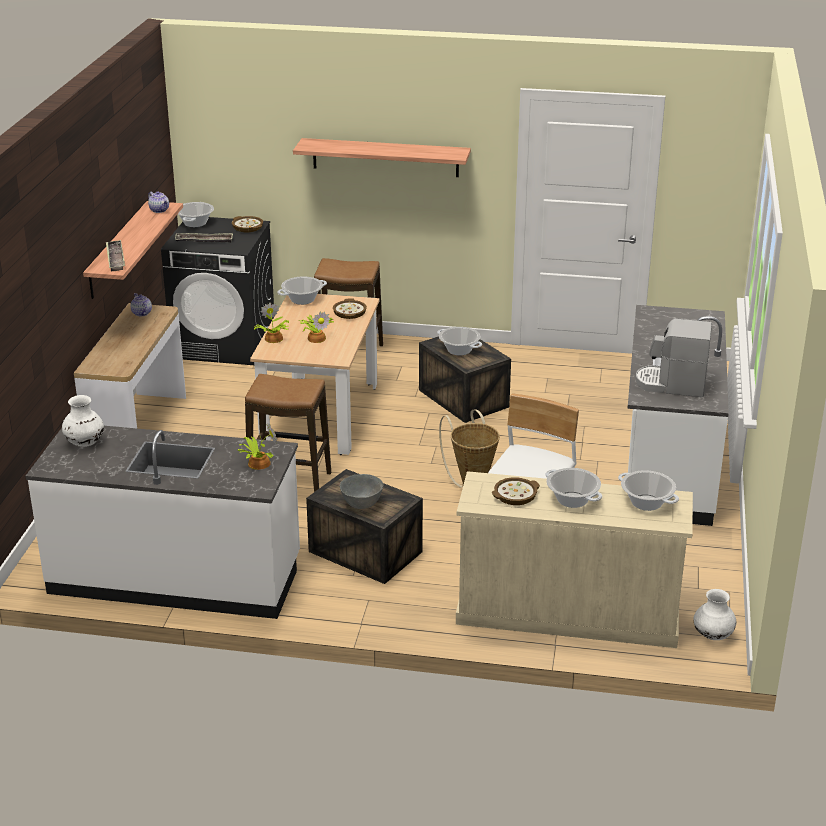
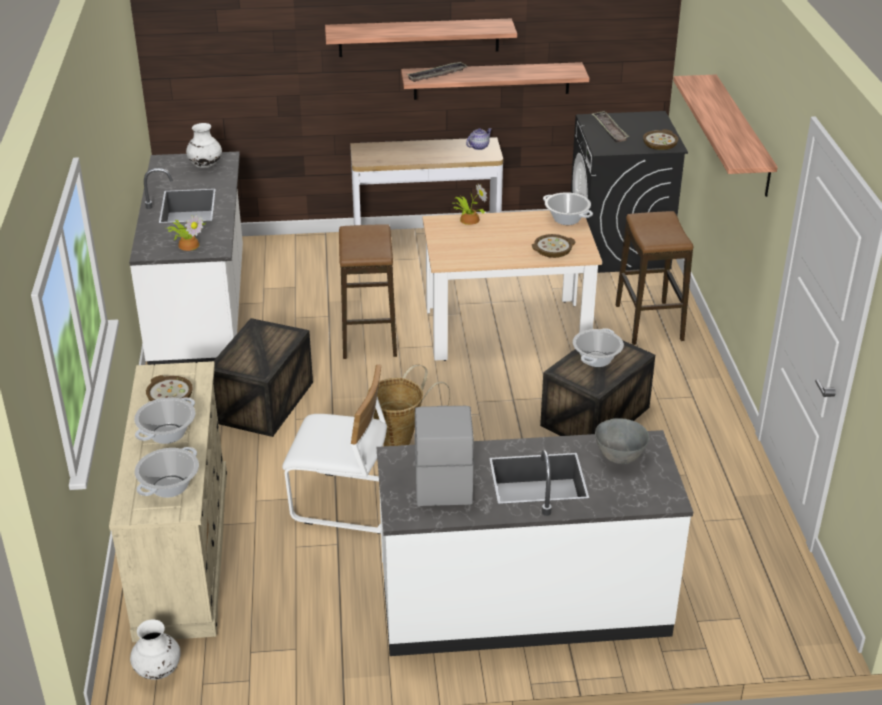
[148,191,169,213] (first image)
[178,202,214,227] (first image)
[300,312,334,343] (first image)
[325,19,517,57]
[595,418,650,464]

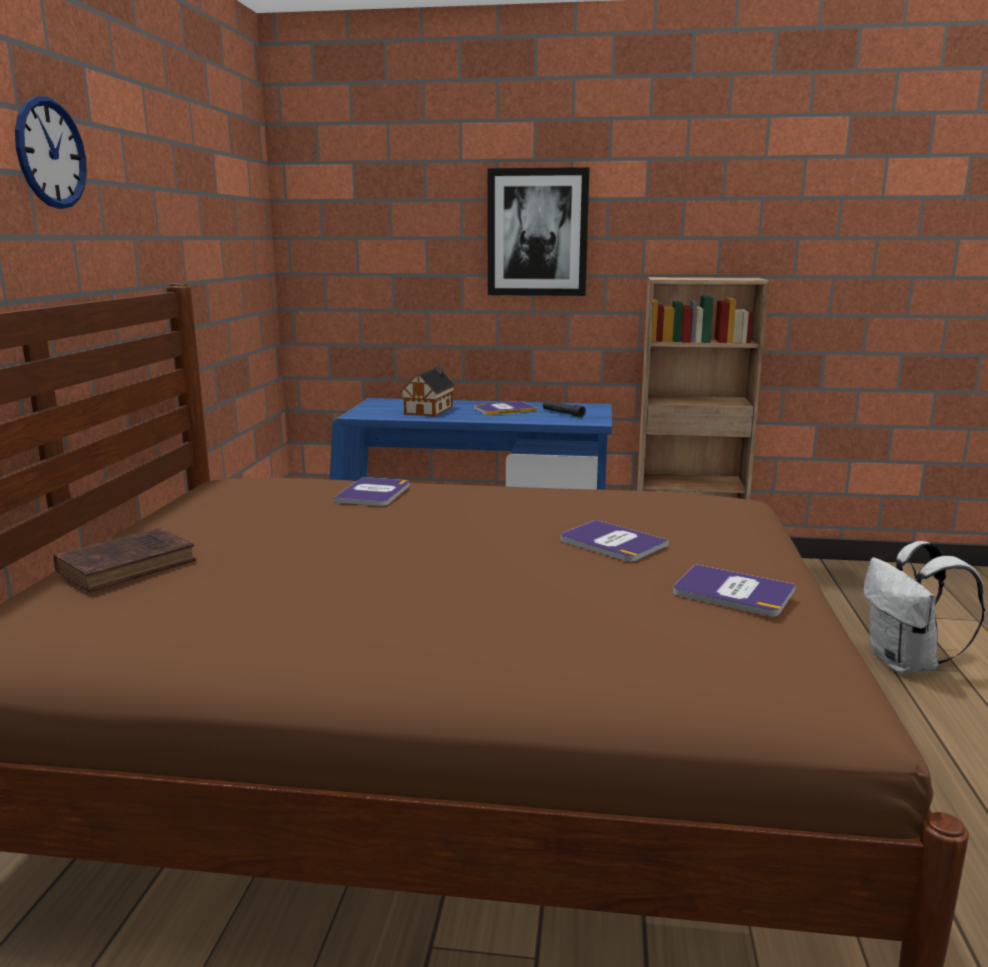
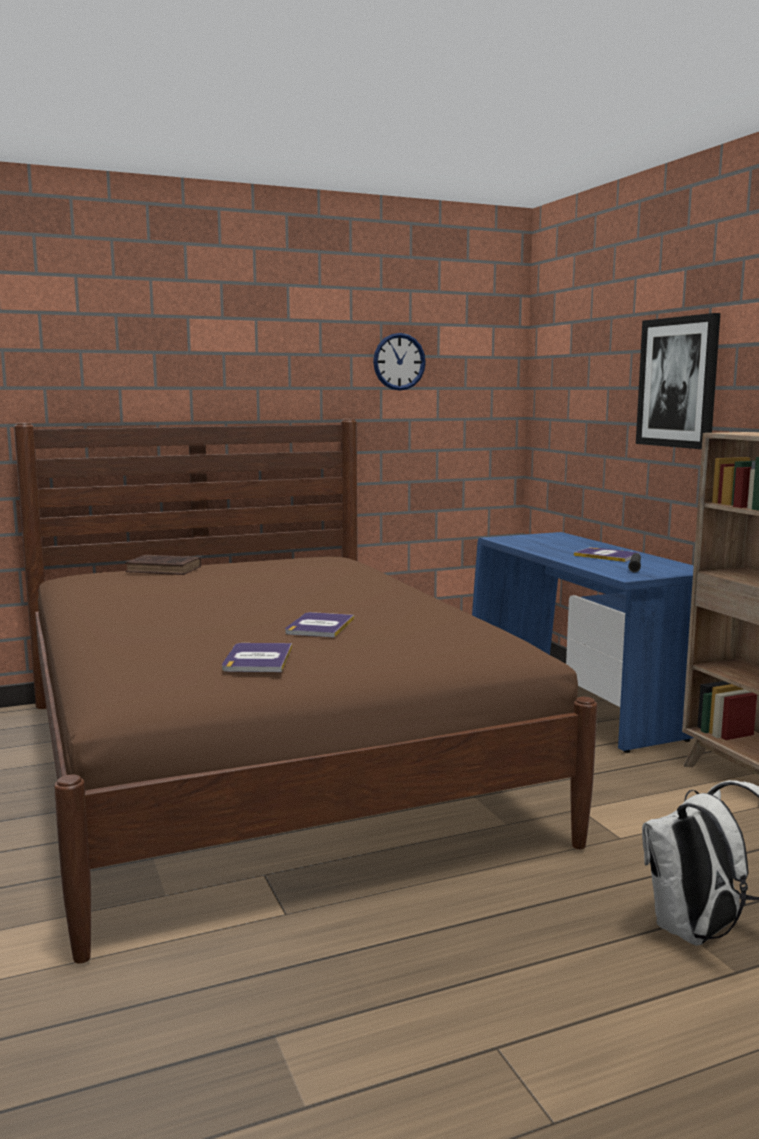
[333,477,410,506] (first image)
[400,364,456,416] (first image)
[373,333,426,391]

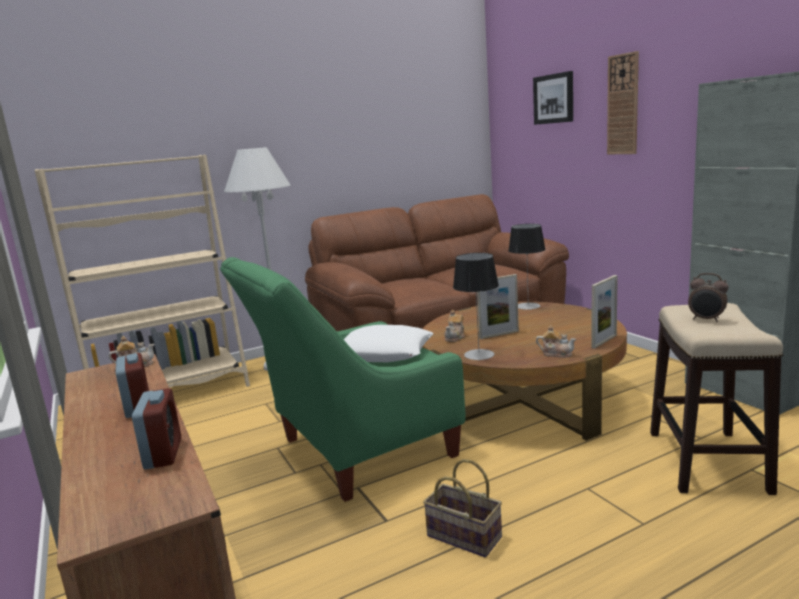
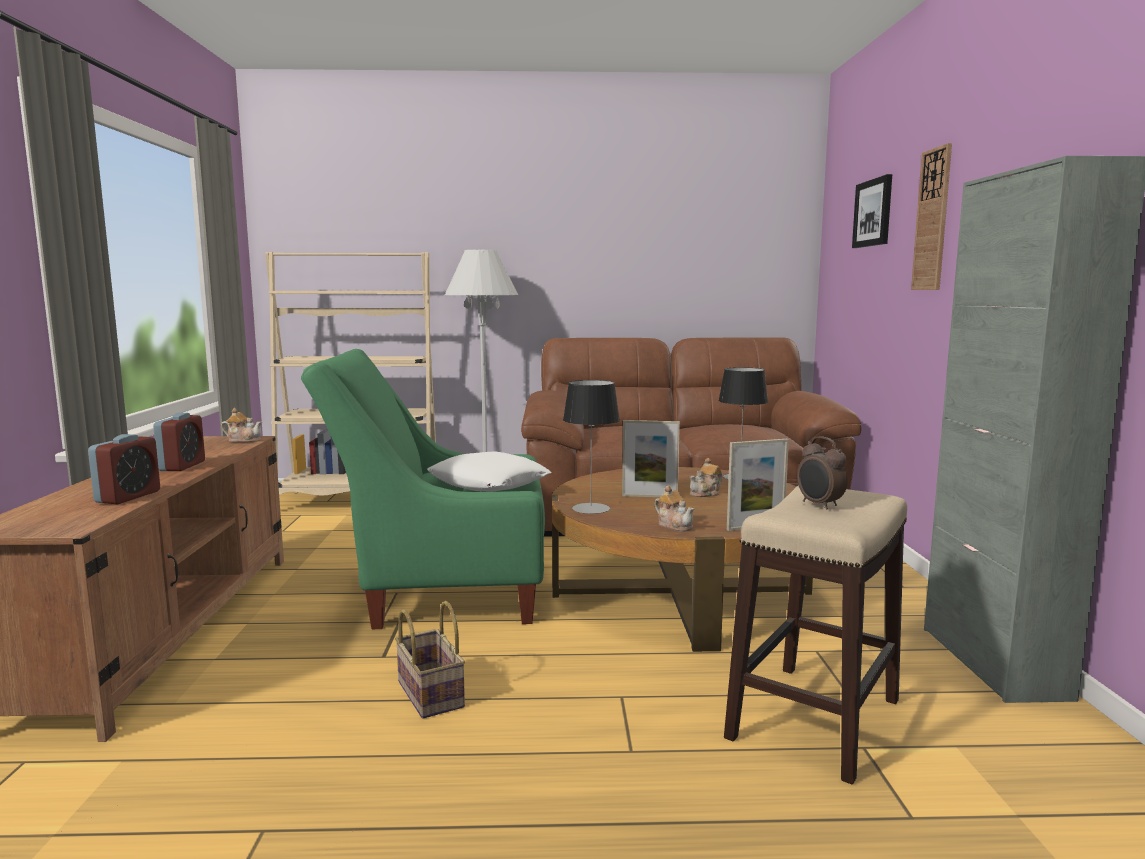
[689,458,723,497]

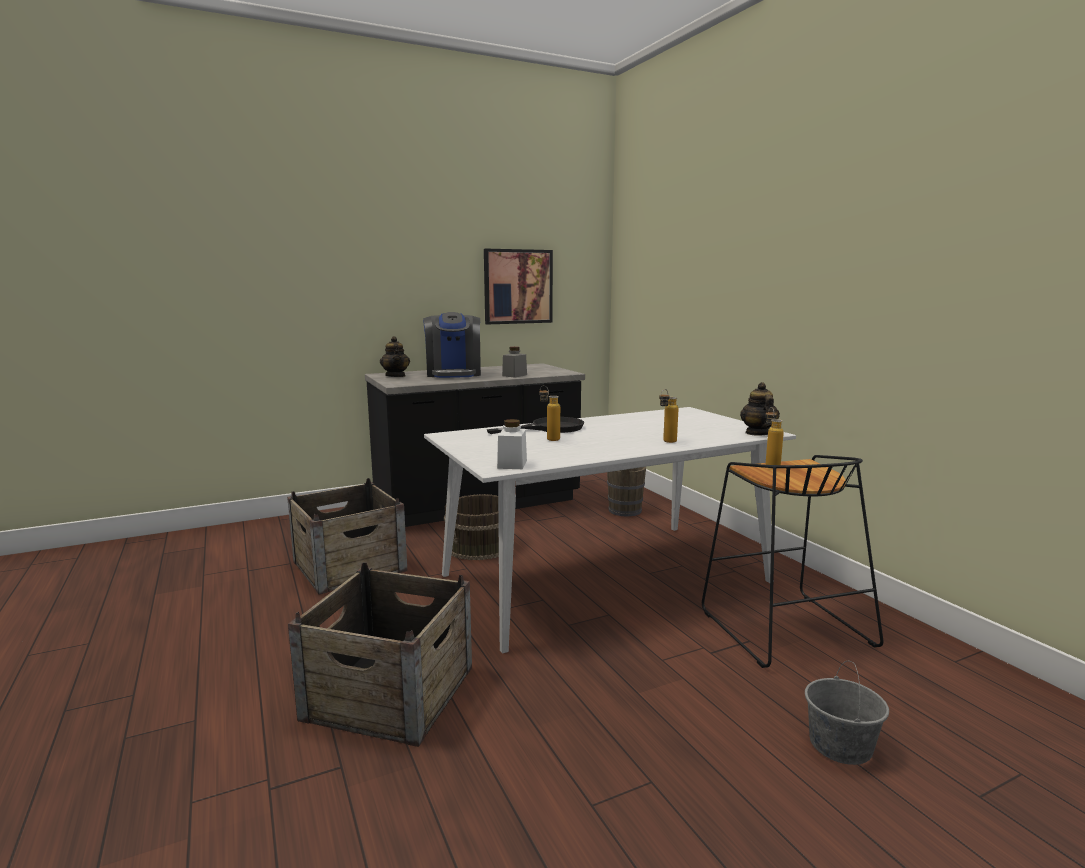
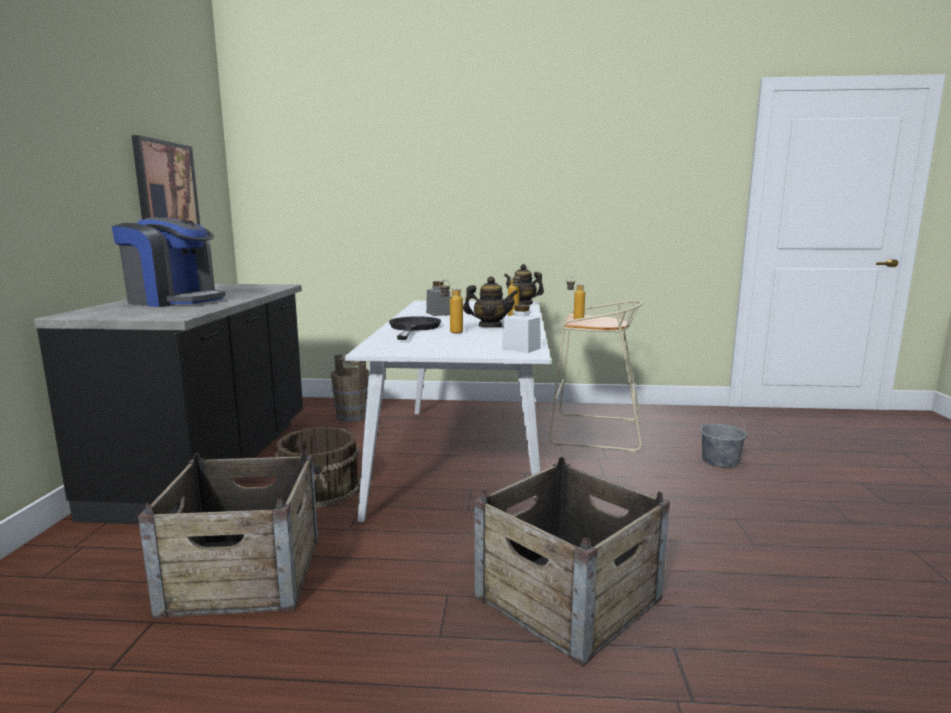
[463,276,518,328]
[426,281,450,316]
[549,301,643,453]

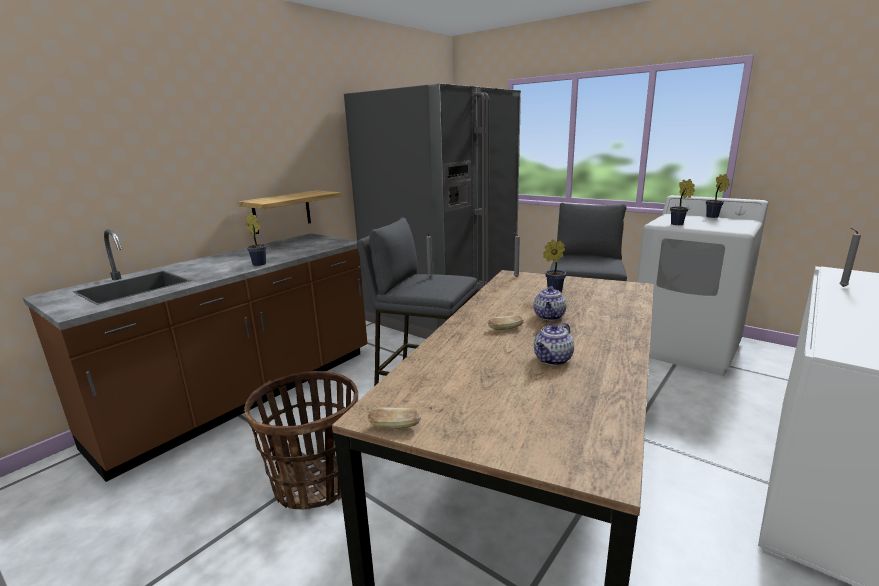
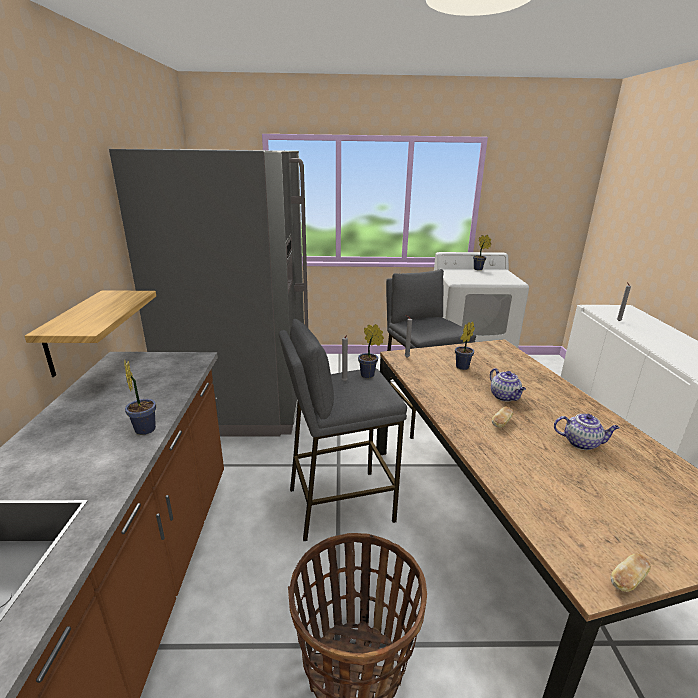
[358,324,384,378]
[554,414,620,450]

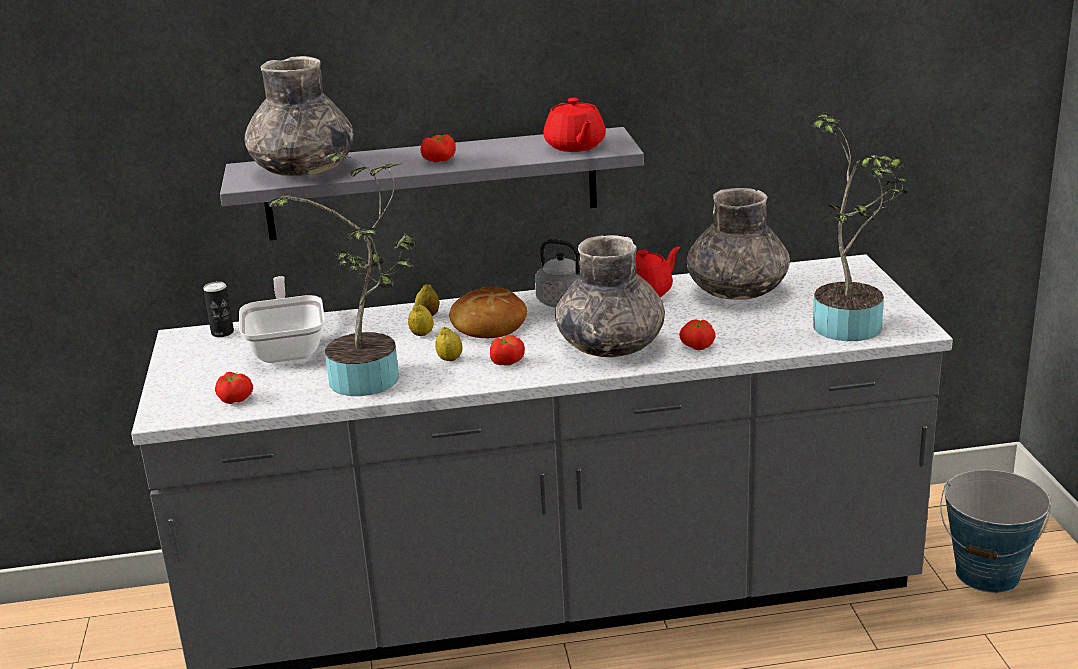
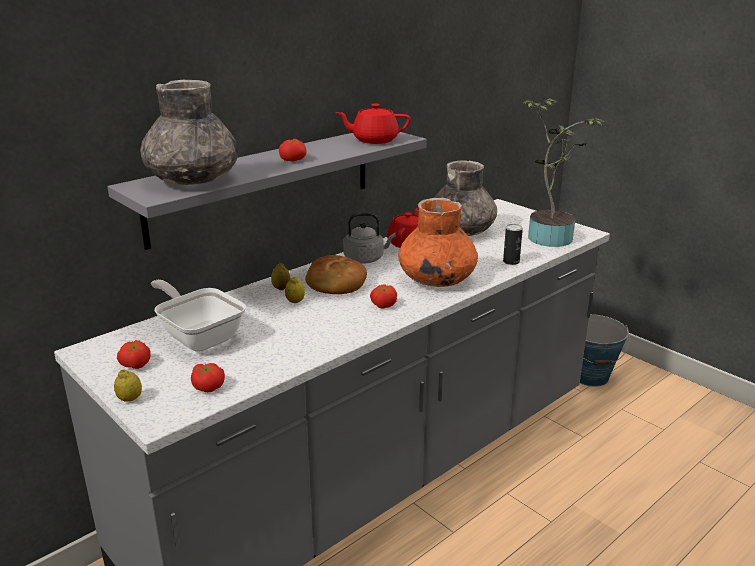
[268,152,416,396] (first image)
[503,224,523,265]
[114,370,142,402]
[117,340,151,369]
[398,198,478,287]
[335,103,411,144]

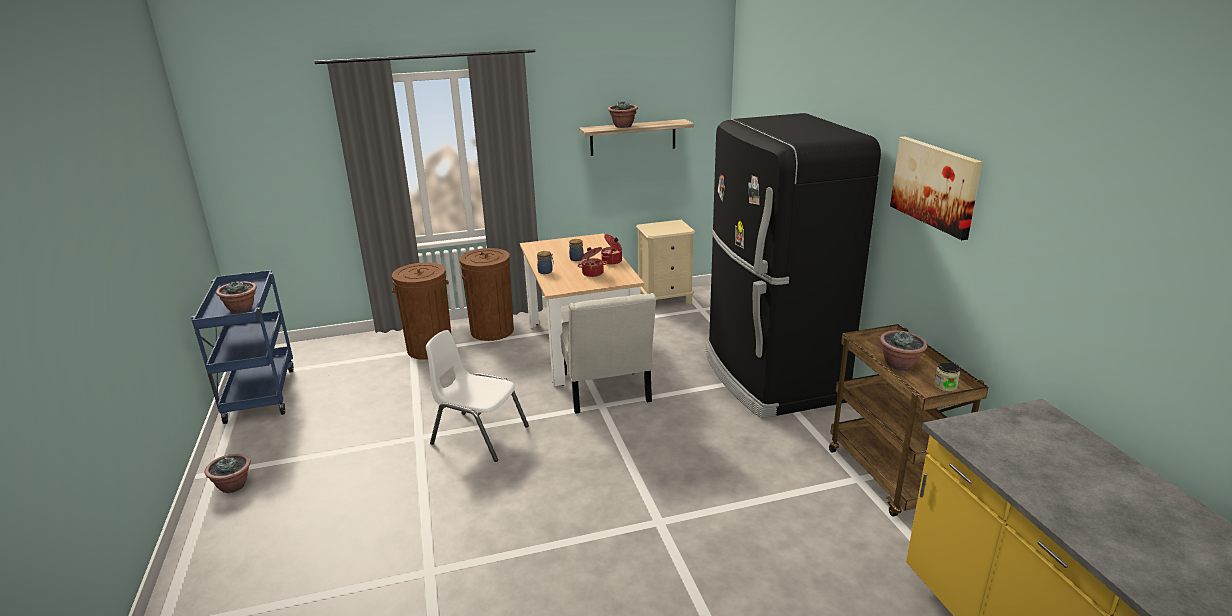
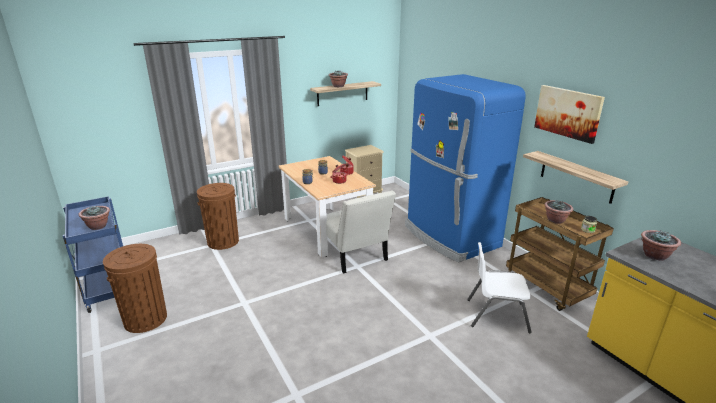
[523,151,628,204]
[641,230,681,261]
[467,242,532,333]
[103,244,167,333]
[405,74,526,262]

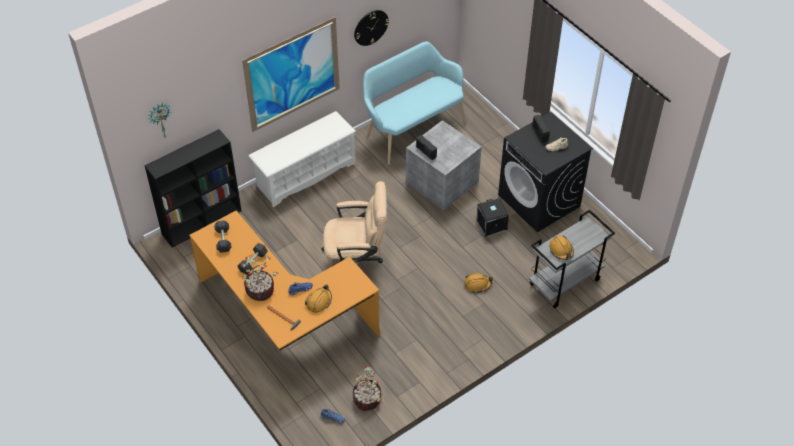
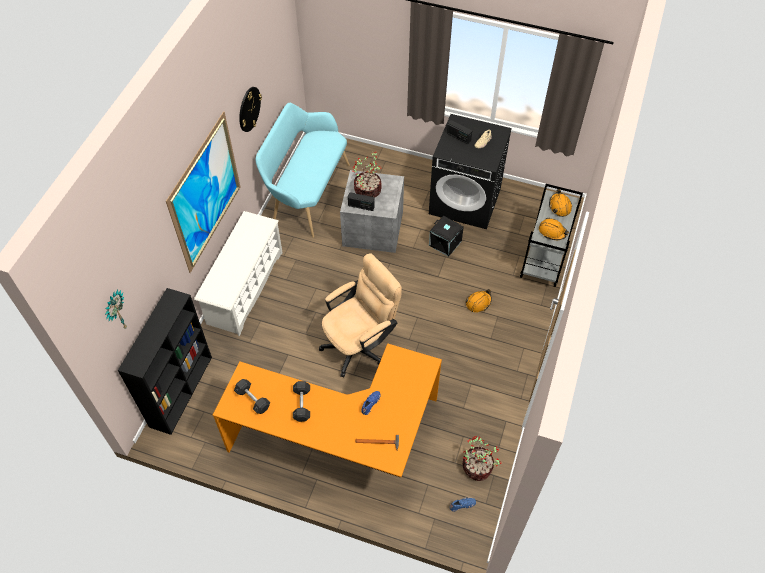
[352,153,382,198]
[549,189,572,217]

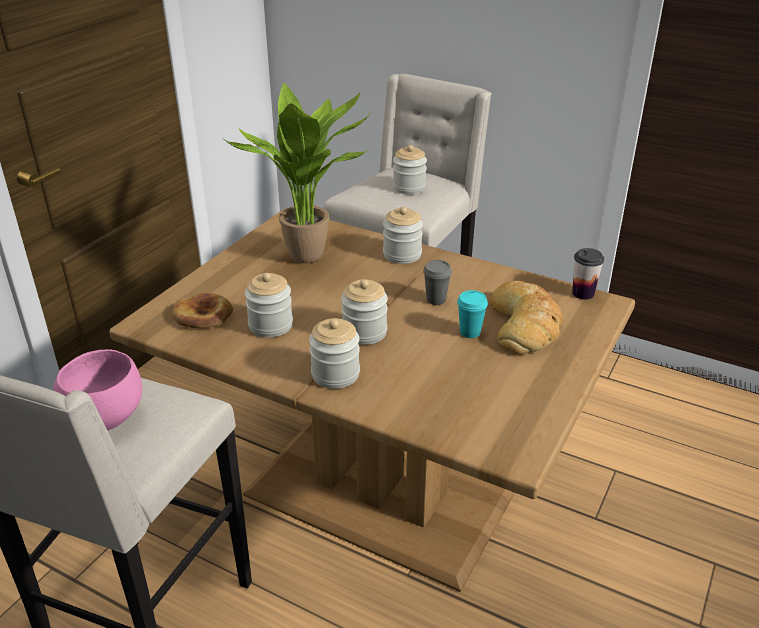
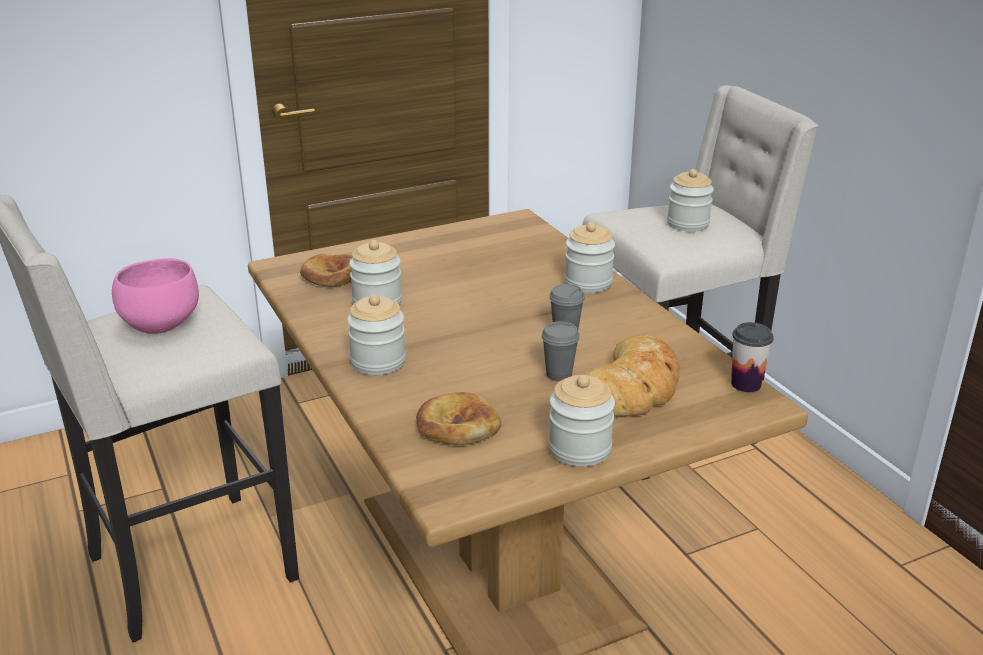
[225,83,371,263] (first image)
[416,392,502,445]
[548,375,615,467]
[541,321,580,381]

